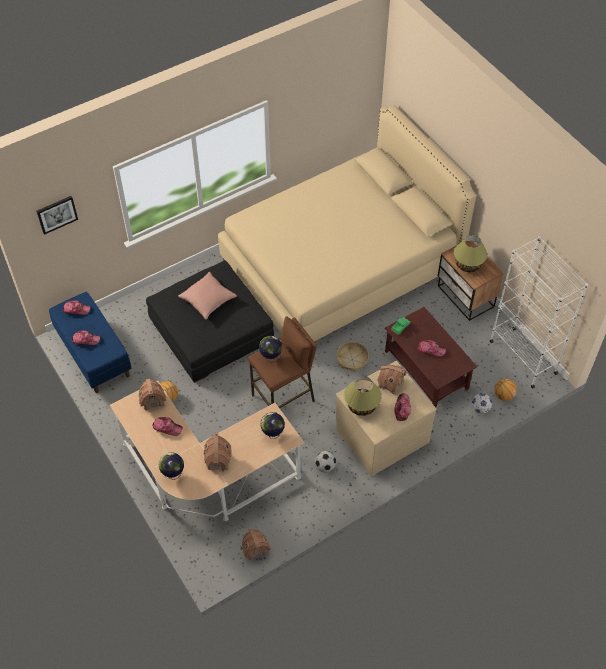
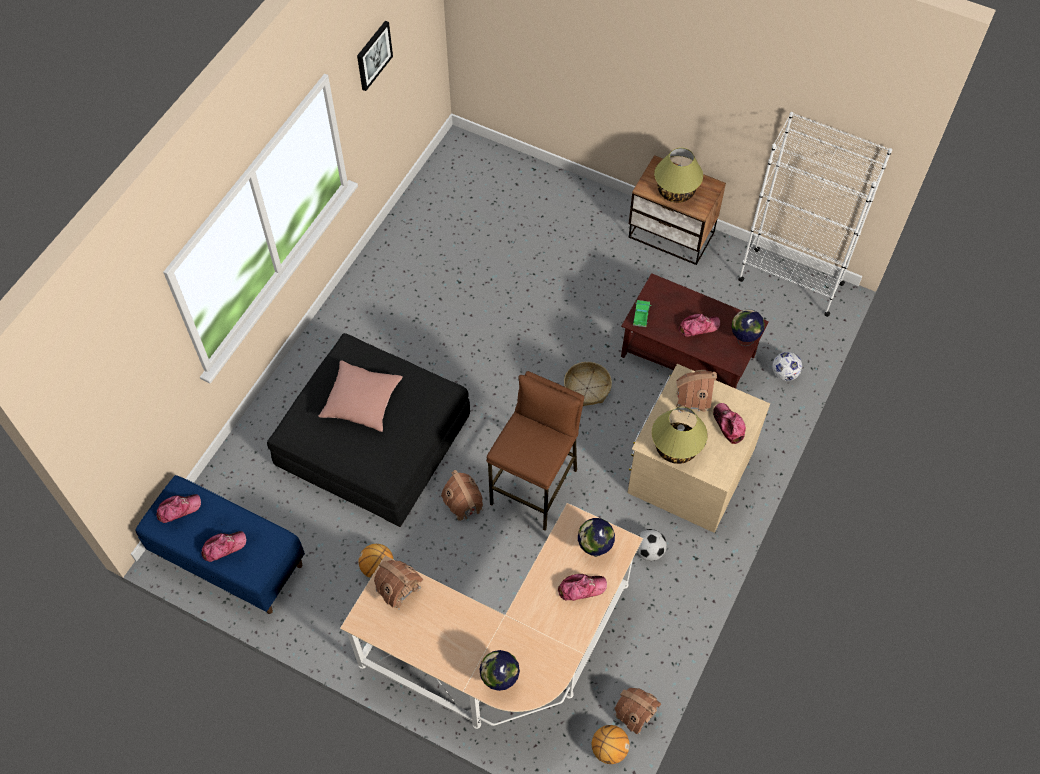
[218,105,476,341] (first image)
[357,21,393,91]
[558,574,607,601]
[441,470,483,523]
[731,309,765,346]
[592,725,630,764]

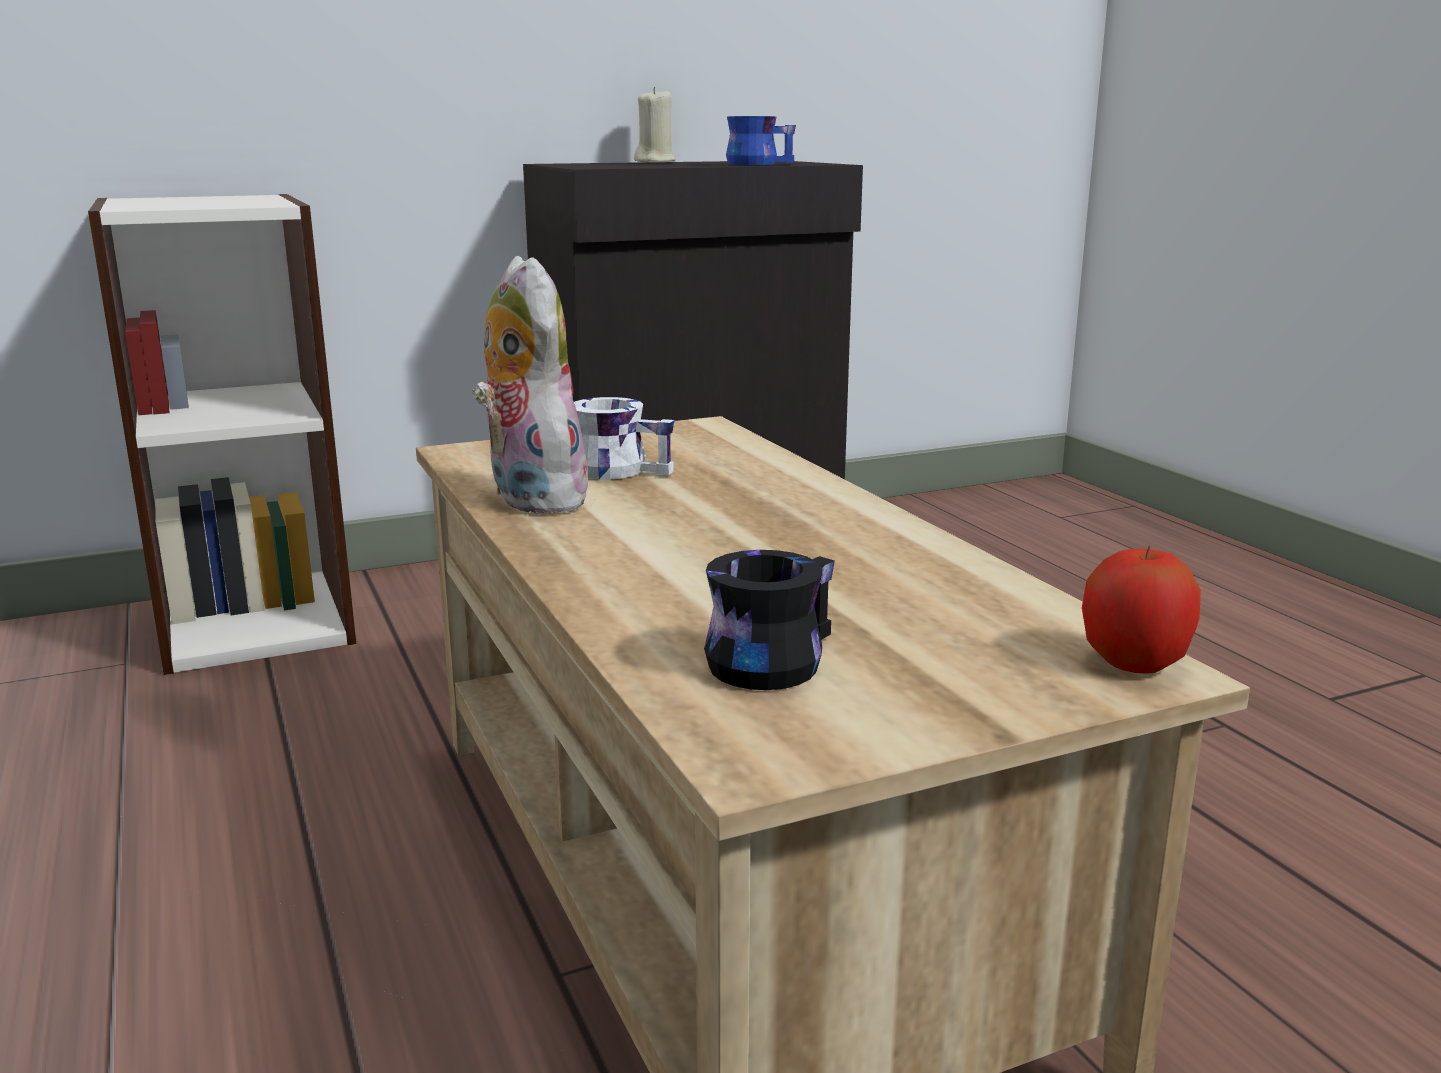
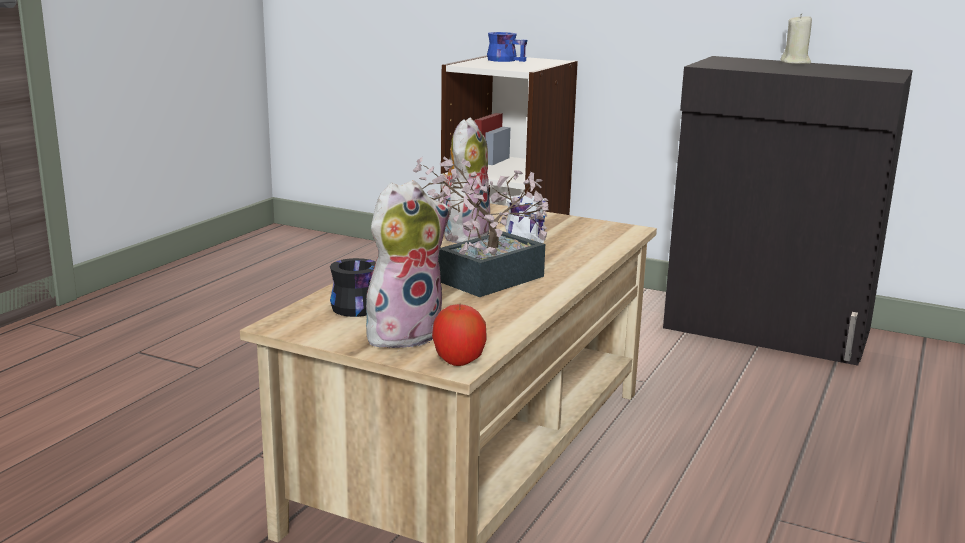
[366,180,451,348]
[412,156,549,297]
[487,32,528,62]

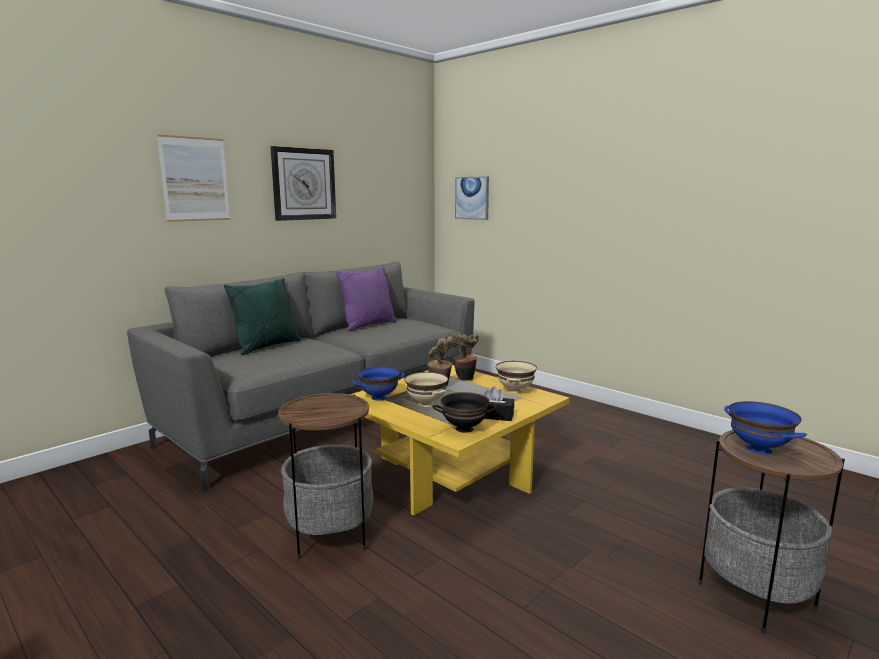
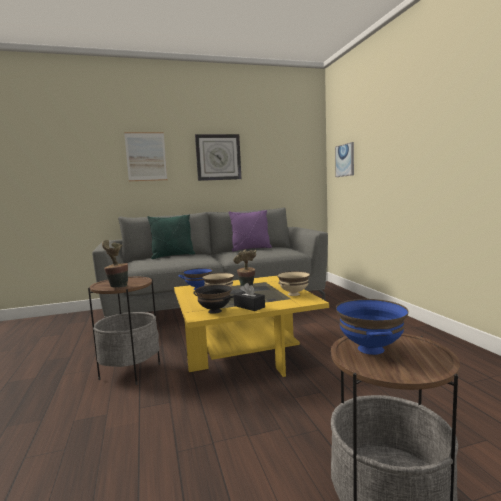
[102,240,128,288]

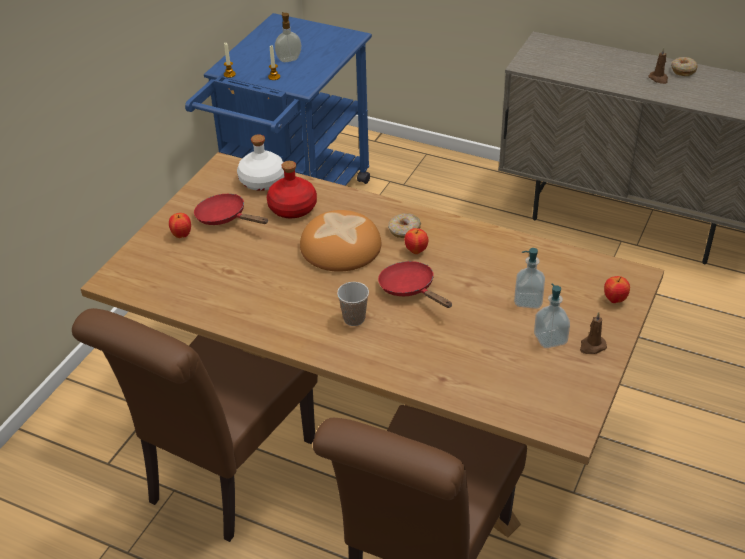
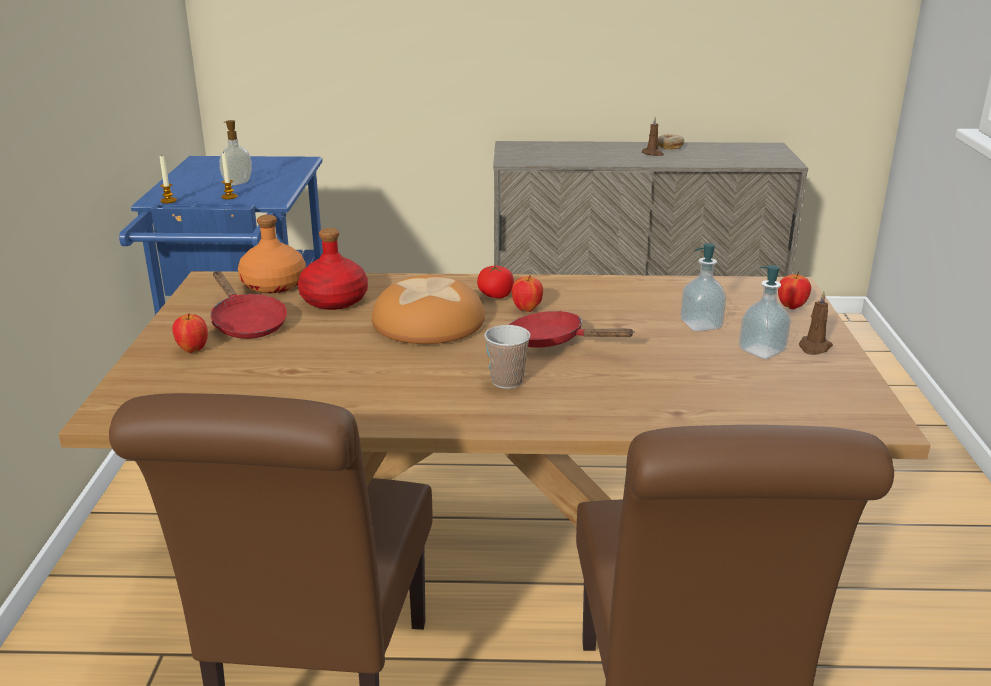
[477,265,514,298]
[238,215,306,294]
[210,271,287,339]

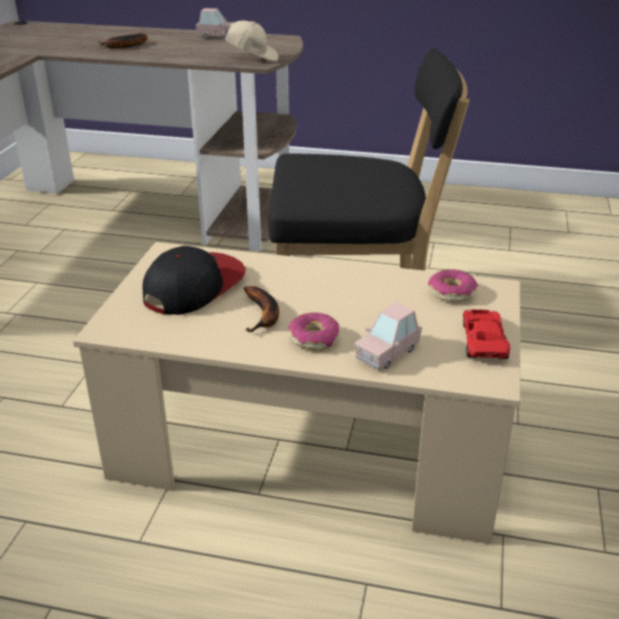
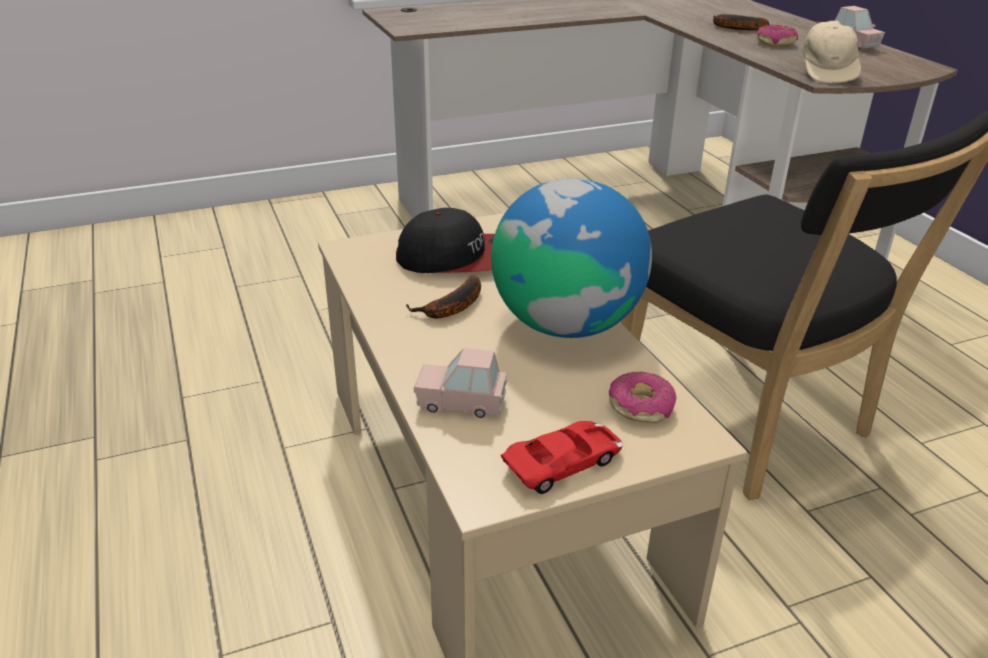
[491,178,652,338]
[757,25,798,47]
[802,20,861,83]

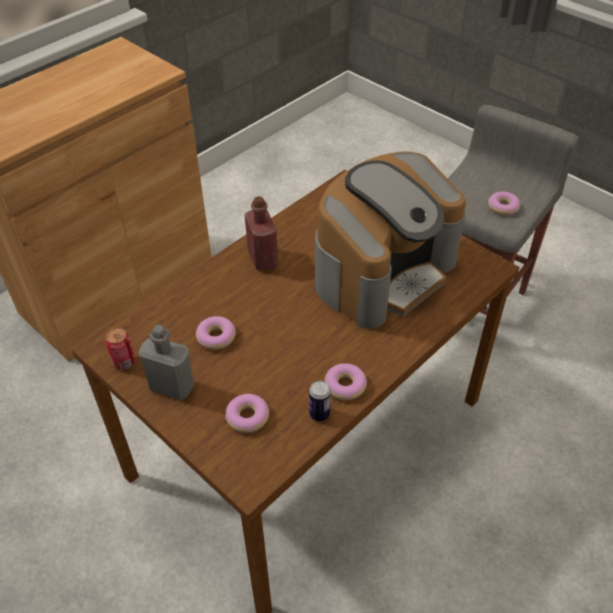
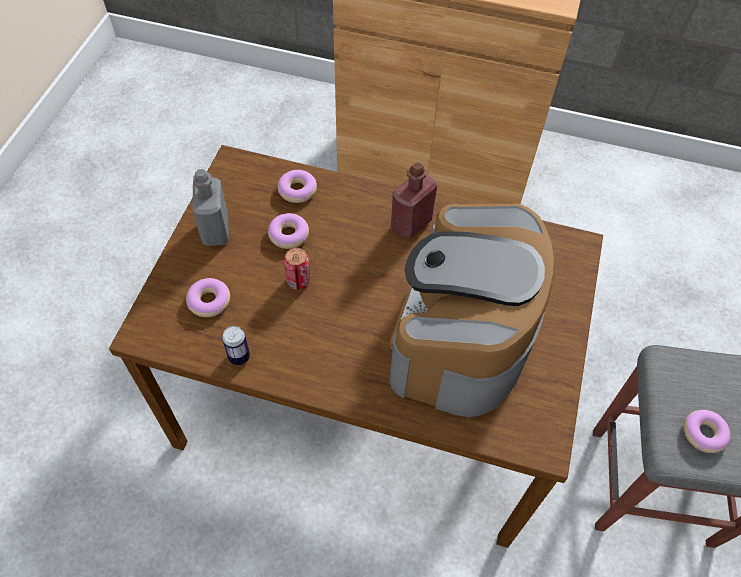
[284,248,310,290]
[278,170,317,203]
[389,204,555,417]

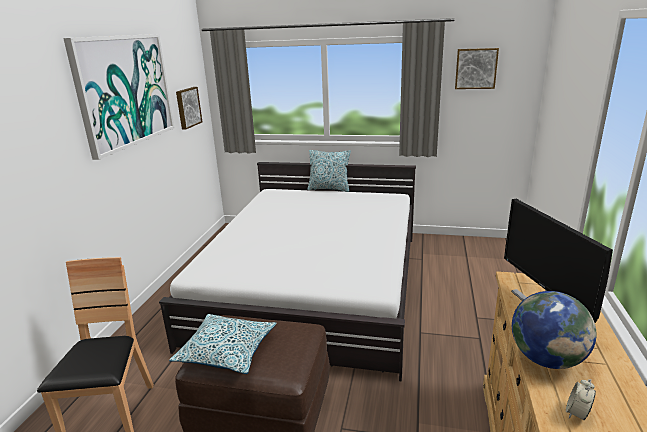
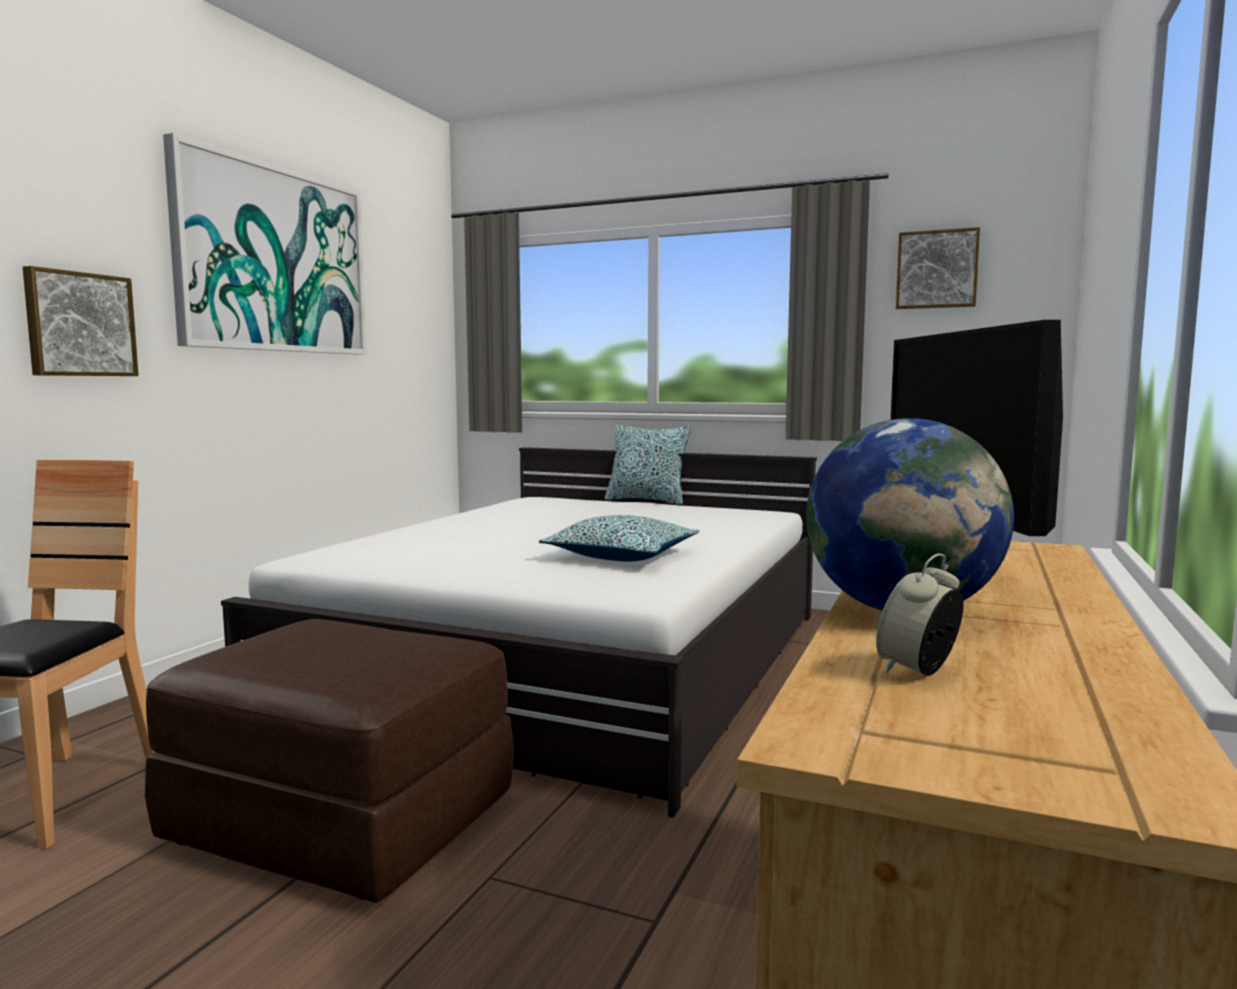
[539,515,700,562]
[23,266,139,376]

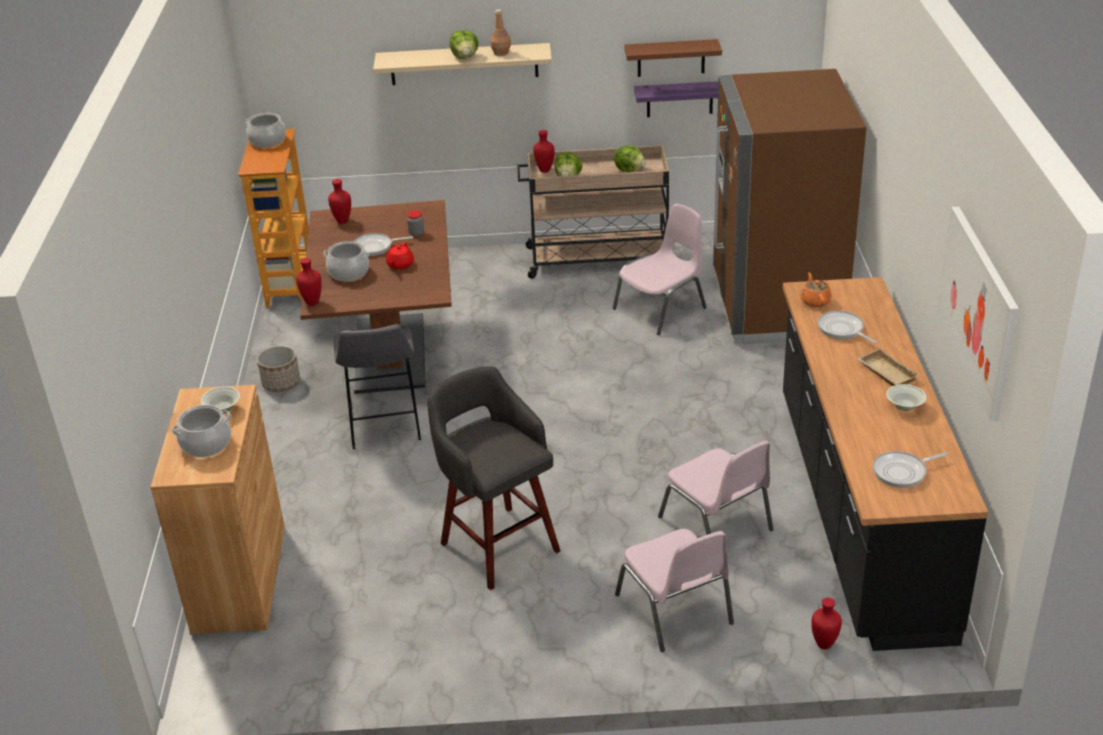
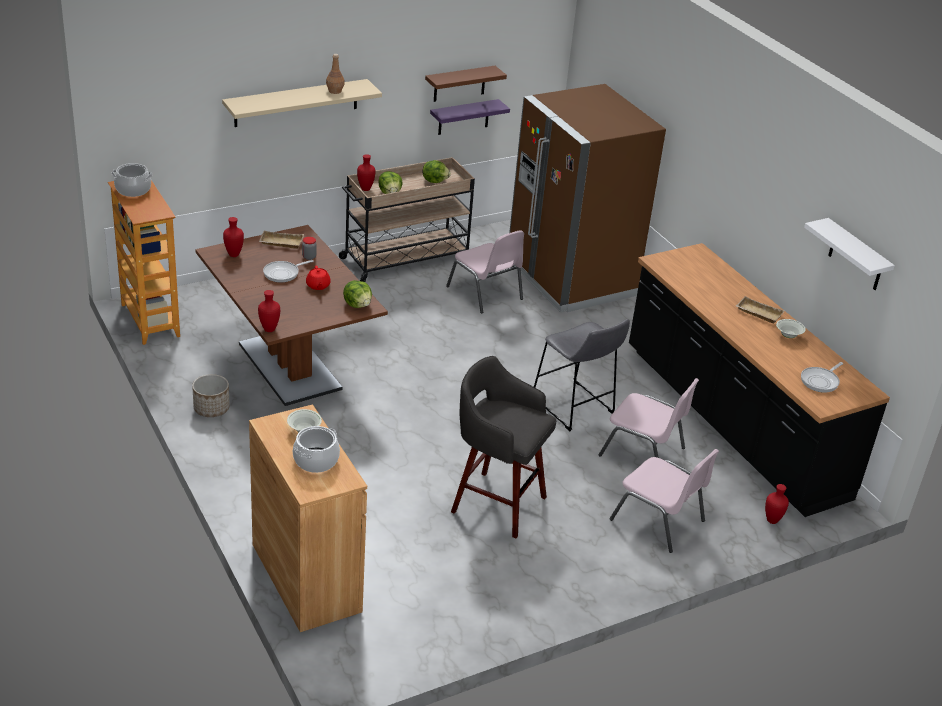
[323,241,369,281] (first image)
[800,272,832,307] (first image)
[818,311,876,344] (first image)
[259,231,304,249]
[534,319,630,431]
[343,280,372,308]
[804,218,895,290]
[446,231,524,313]

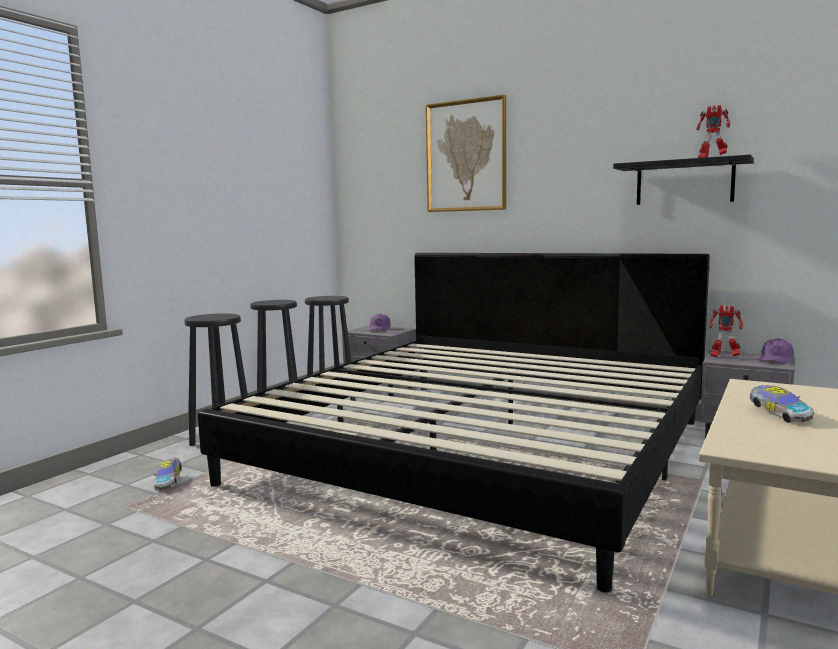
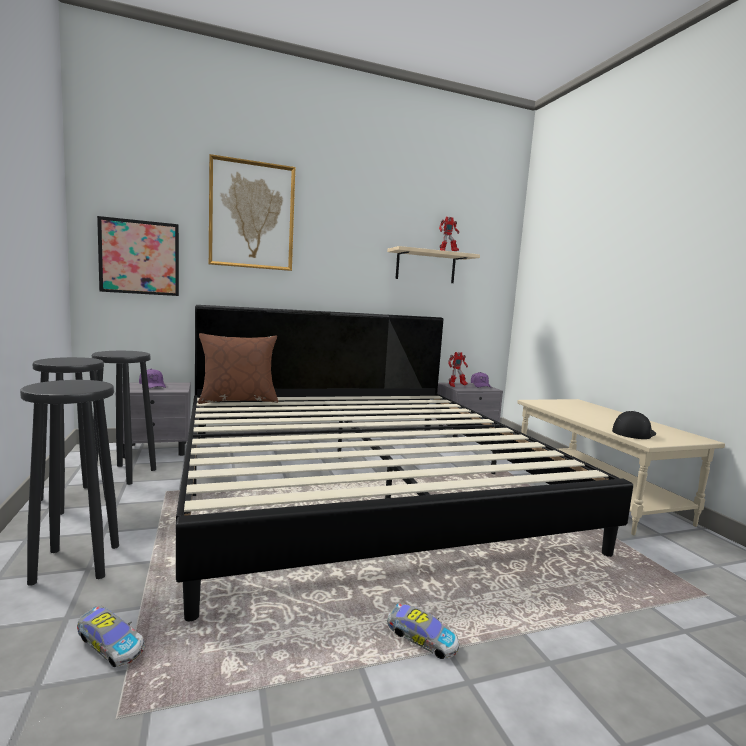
[97,216,179,296]
[198,333,278,404]
[612,411,656,439]
[387,603,459,659]
[387,246,480,283]

